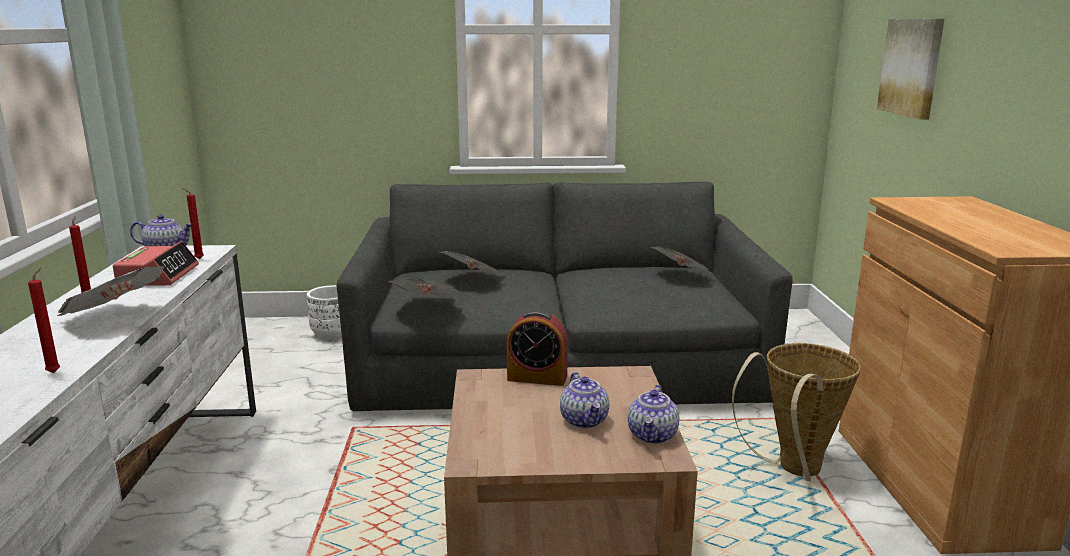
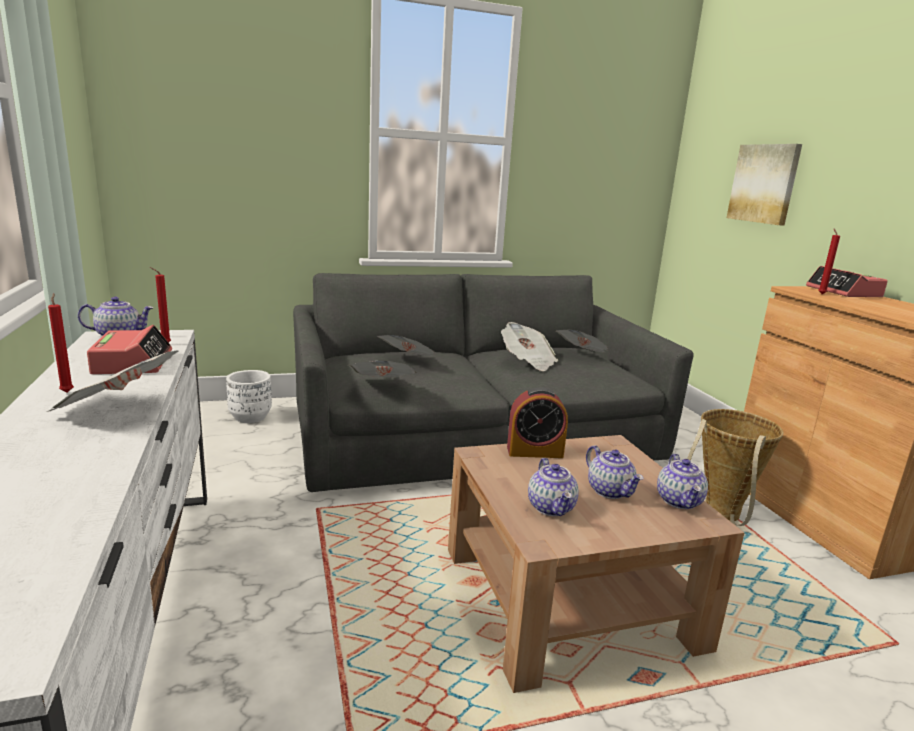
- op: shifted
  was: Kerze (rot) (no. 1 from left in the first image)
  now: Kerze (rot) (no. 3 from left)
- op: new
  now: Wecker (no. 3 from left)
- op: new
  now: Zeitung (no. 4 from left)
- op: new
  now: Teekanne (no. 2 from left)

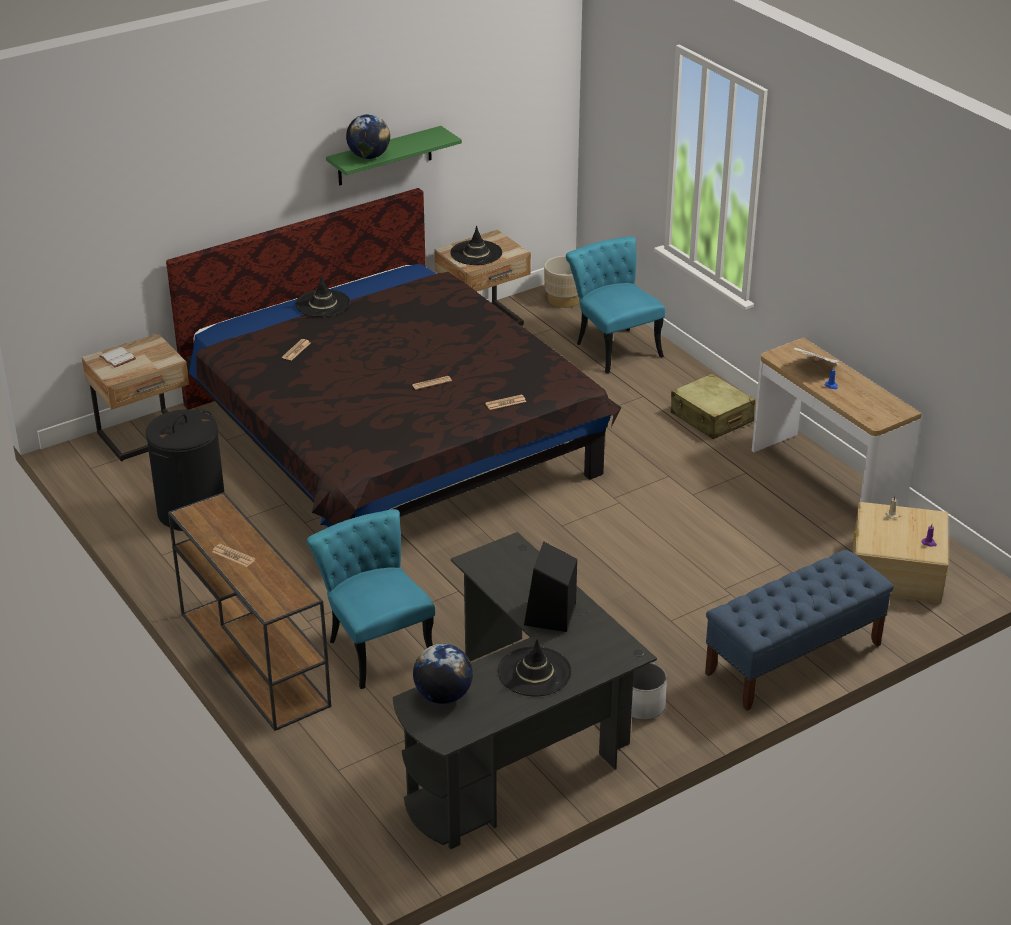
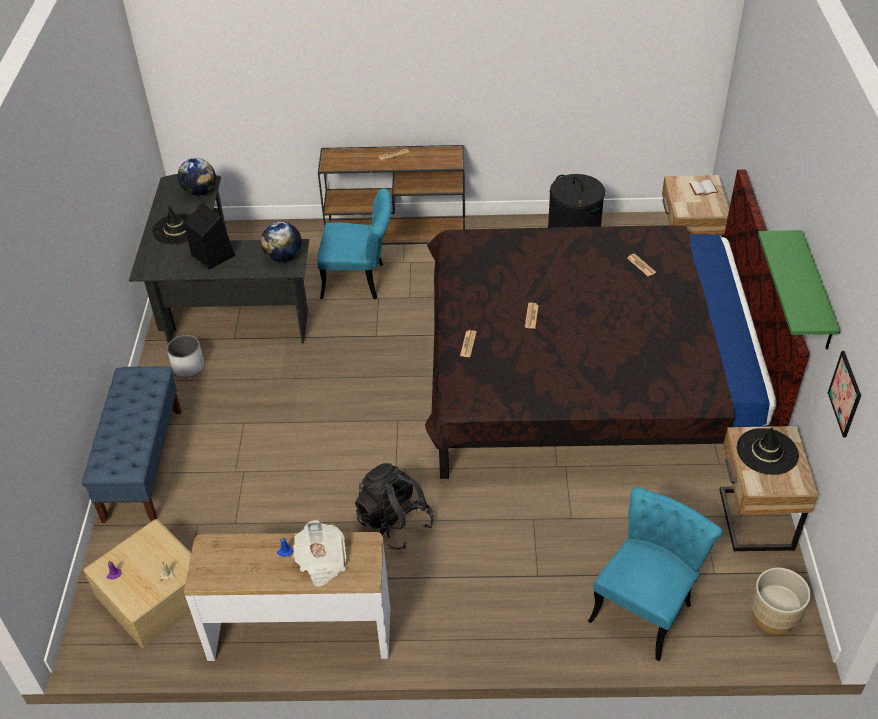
- op: shifted
  was: Globus (no. 1 from left in the first image)
  now: Globus (no. 2 from left)
- op: rotated
  was: Stuhl (türkis) (no. 2 from left)
  clockwise: -60
- op: gone
  was: Hut (schwarz) (no. 1 from left)
- op: gone
  was: Koffer (beige)
- op: new
  now: Bild
- op: new
  now: Rucksack (schwarz)

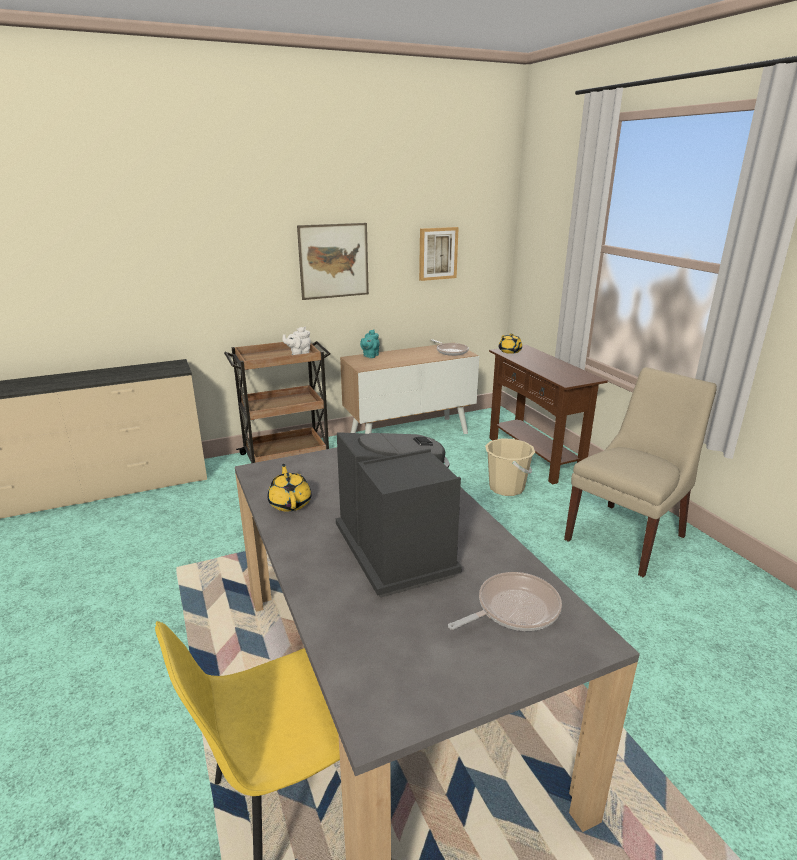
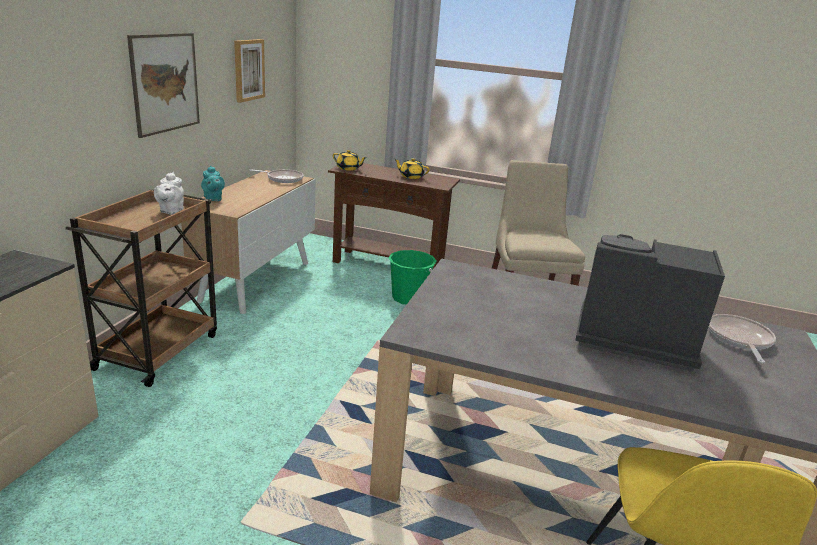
- op: repainted
  was: Eimer (beige)
  now: Eimer (grün)
- op: shifted
  was: Teekanne (gelb) (no. 1 from left in the first image)
  now: Teekanne (gelb) (no. 2 from left)

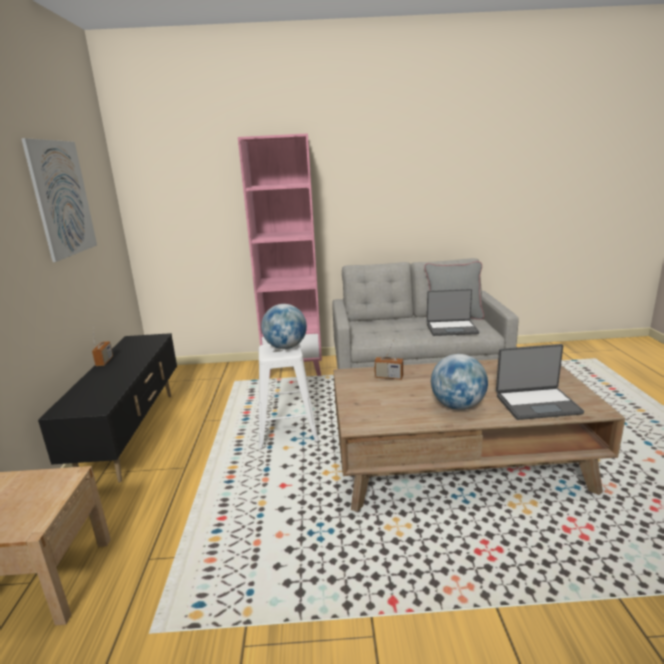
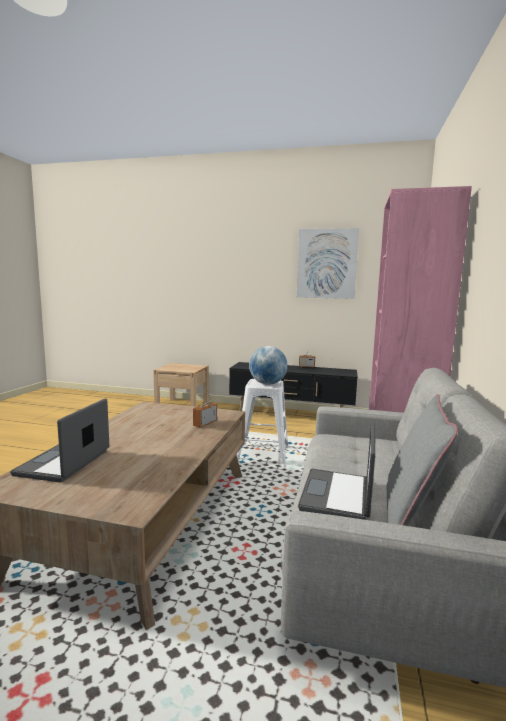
- op: gone
  was: Globus (no. 2 from left)

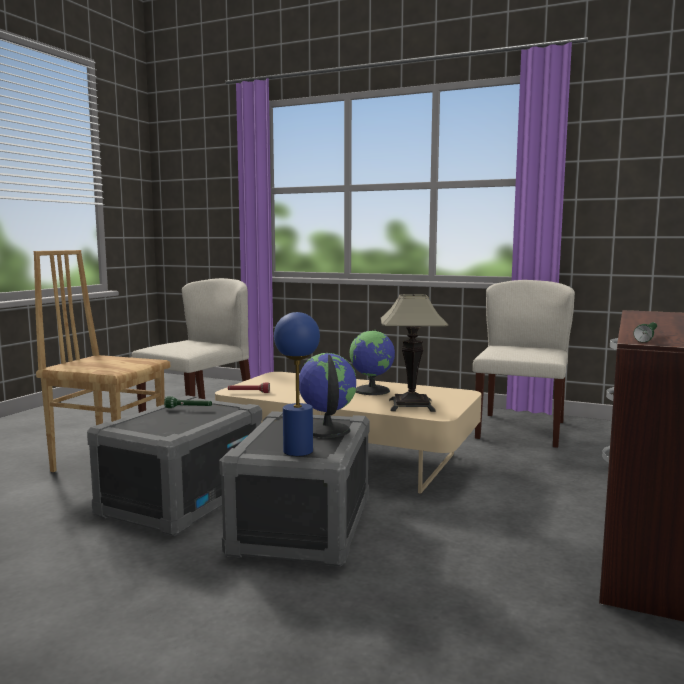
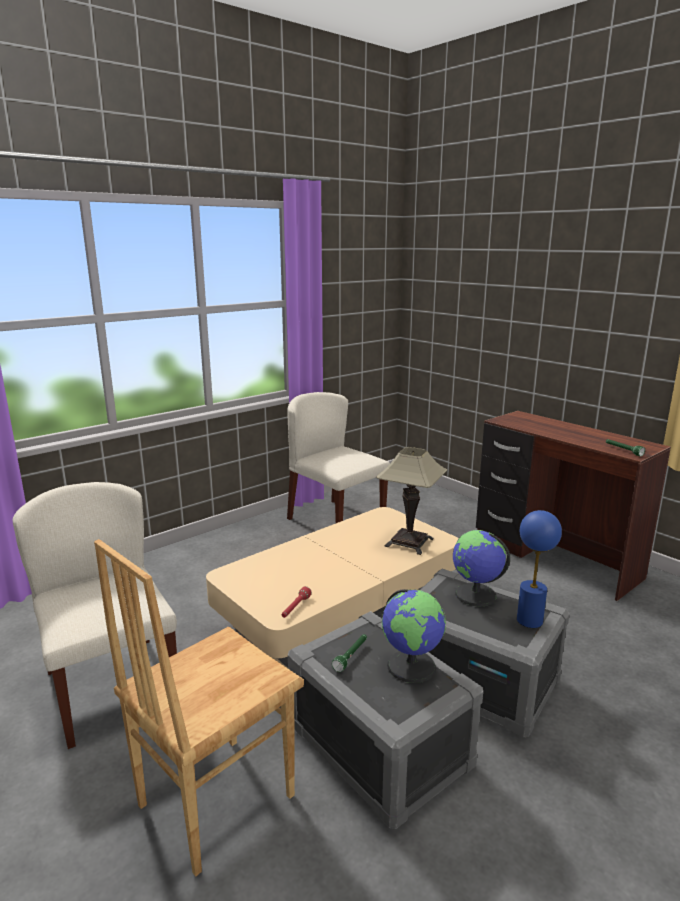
- op: shifted
  was: Globus (no. 2 from left in the first image)
  now: Globus (no. 1 from left)

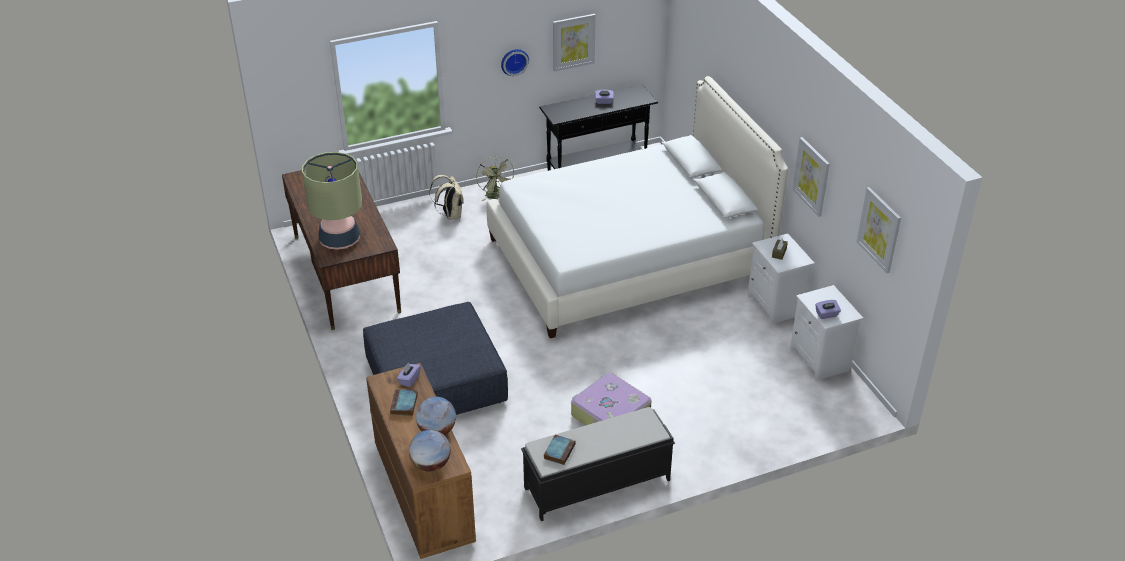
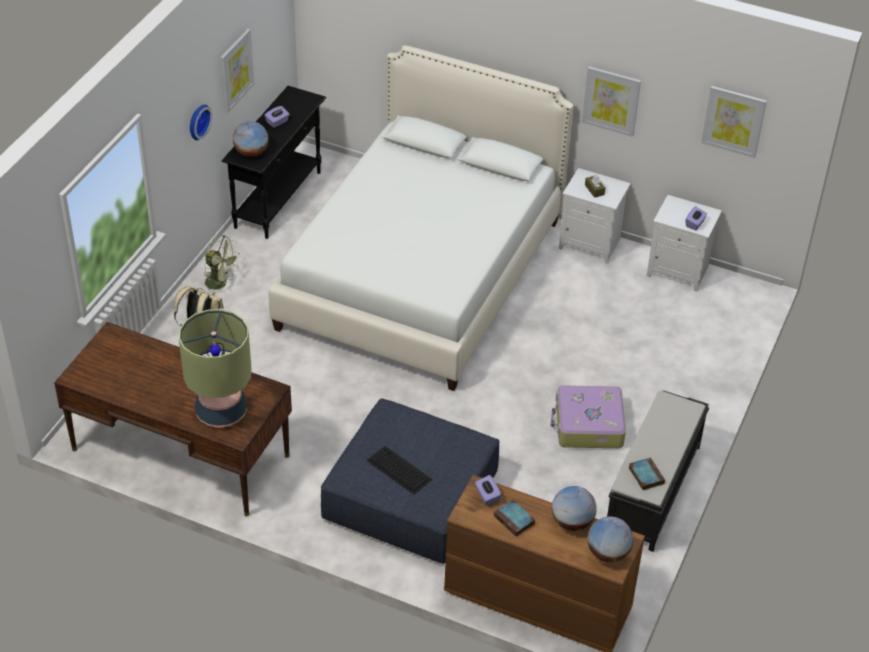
- op: new
  now: Globus (no. 1 from left)
- op: new
  now: Tastatur

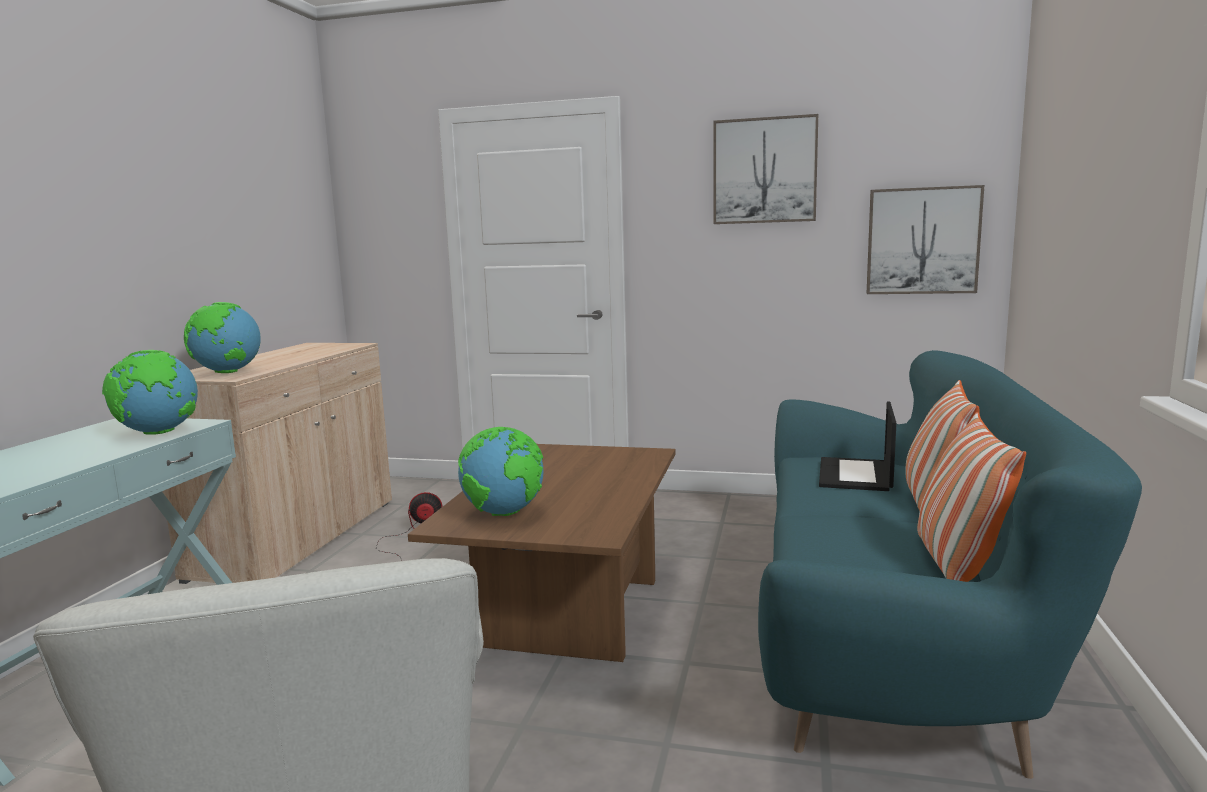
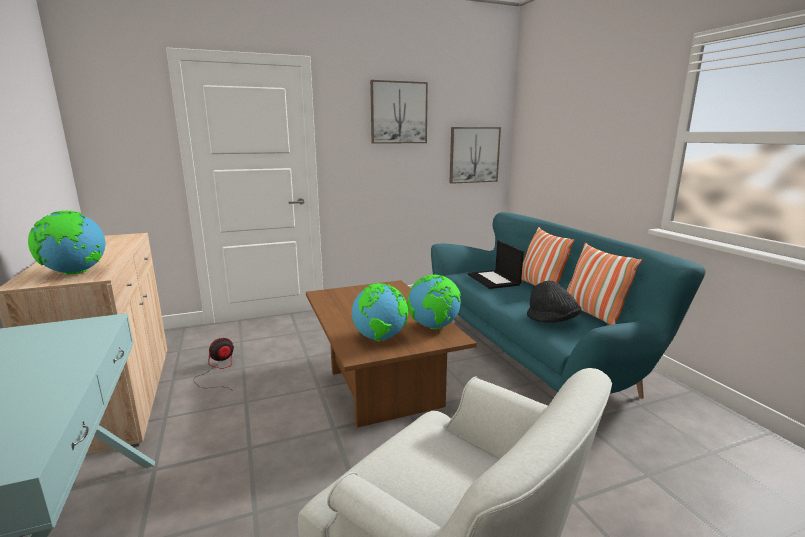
- op: shifted
  was: Globus (no. 1 from left in the first image)
  now: Globus (no. 3 from left)
- op: new
  now: Hut (schwarz)

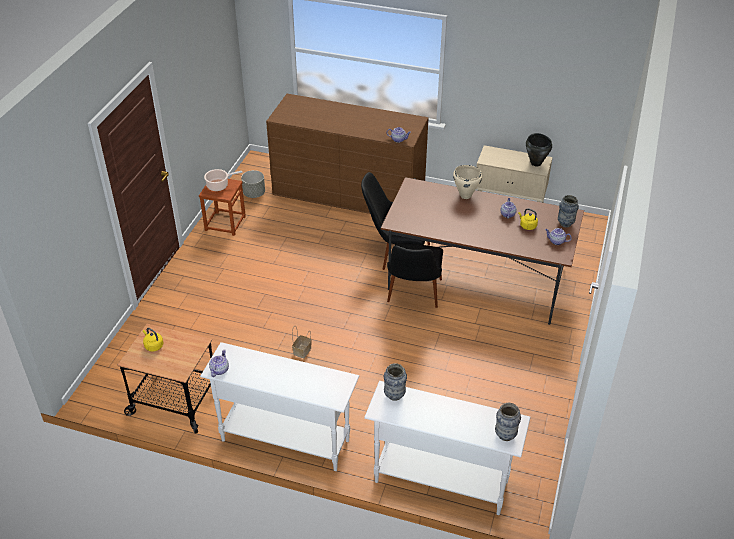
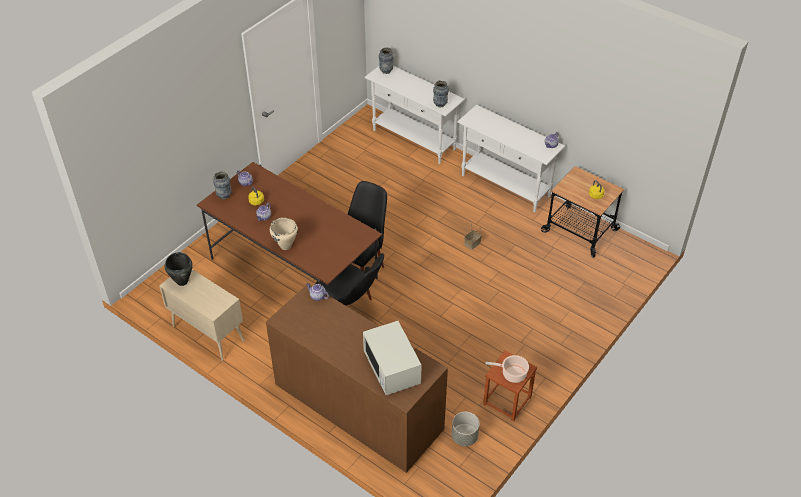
- op: new
  now: Mikrowelle (weiß)

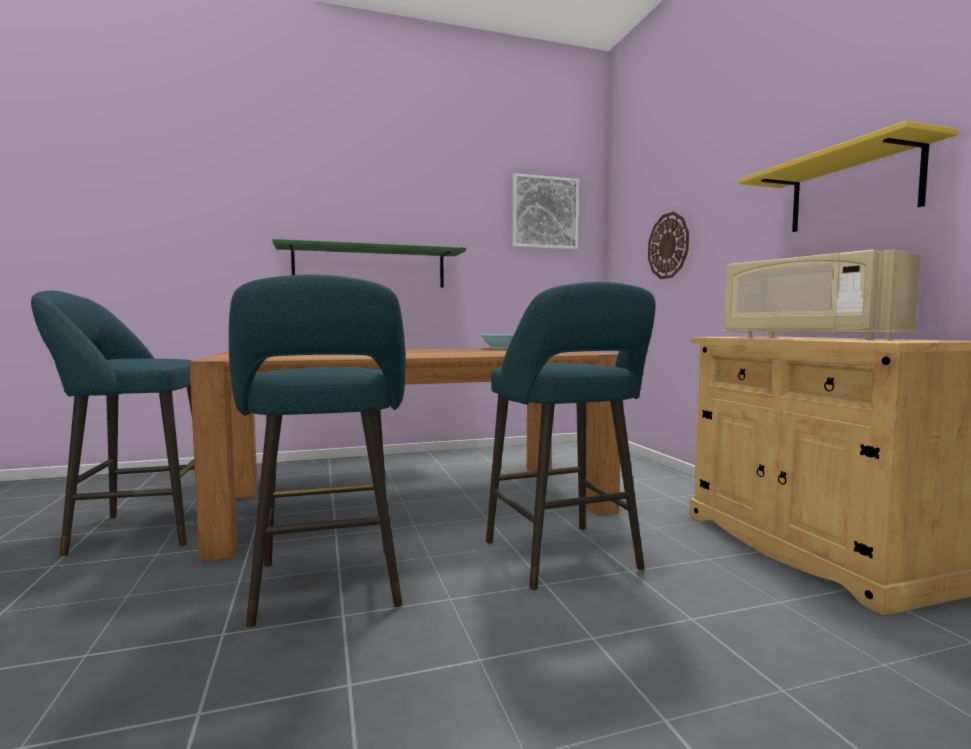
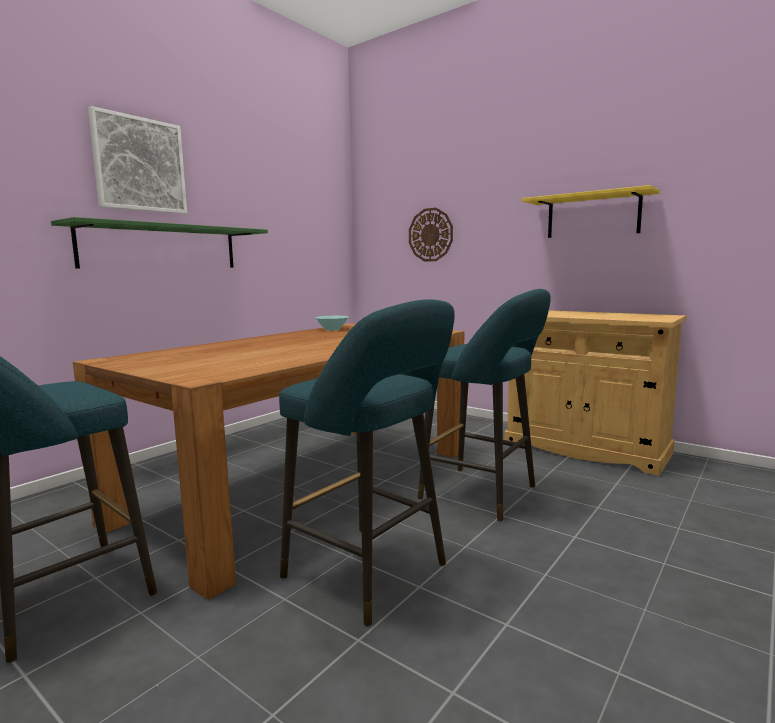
- op: shifted
  was: Bild
- op: gone
  was: Mikrowelle (beige)

